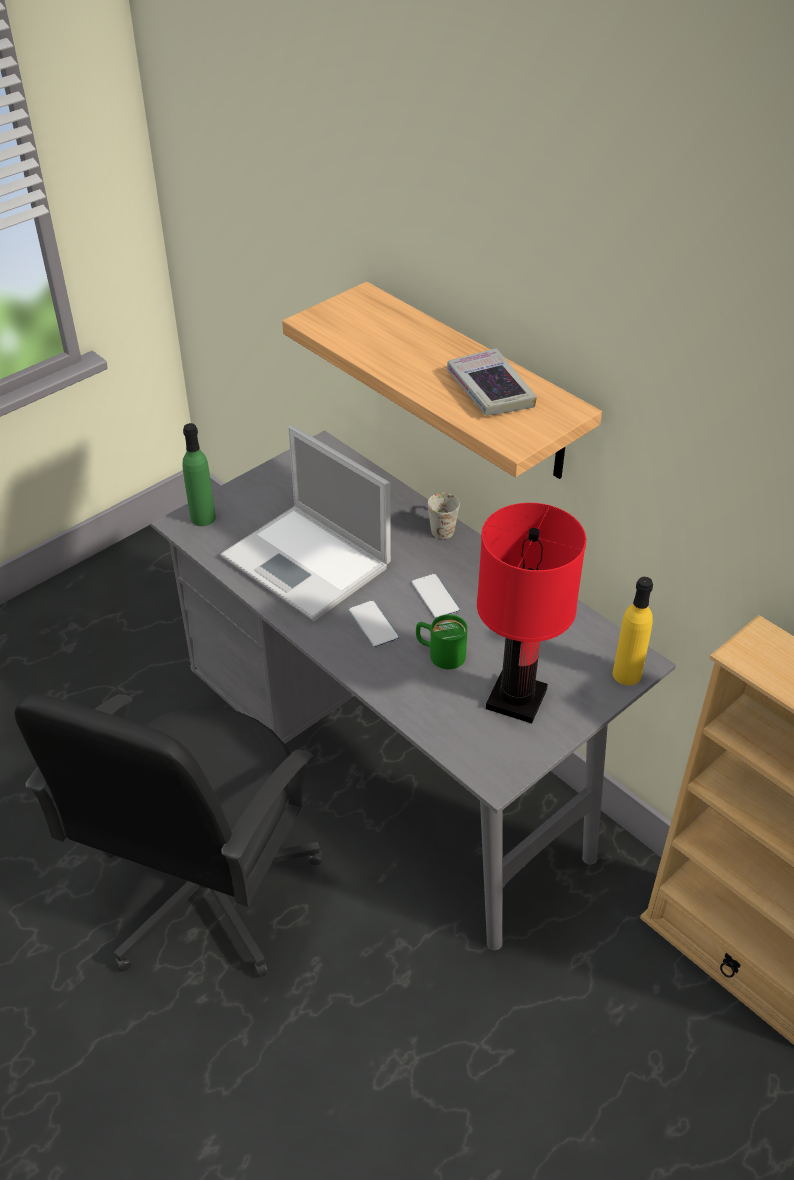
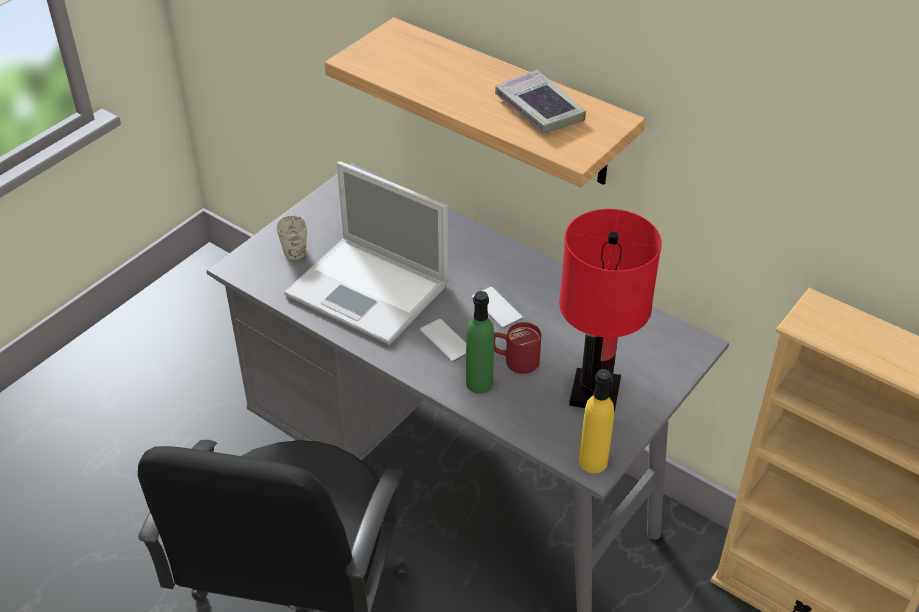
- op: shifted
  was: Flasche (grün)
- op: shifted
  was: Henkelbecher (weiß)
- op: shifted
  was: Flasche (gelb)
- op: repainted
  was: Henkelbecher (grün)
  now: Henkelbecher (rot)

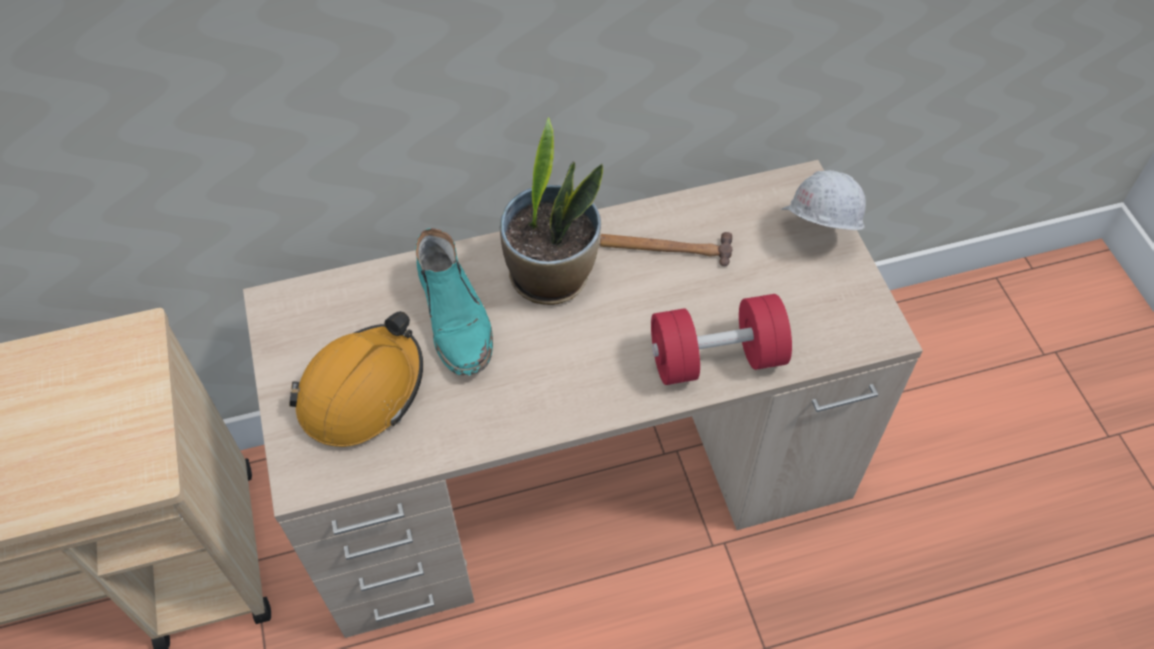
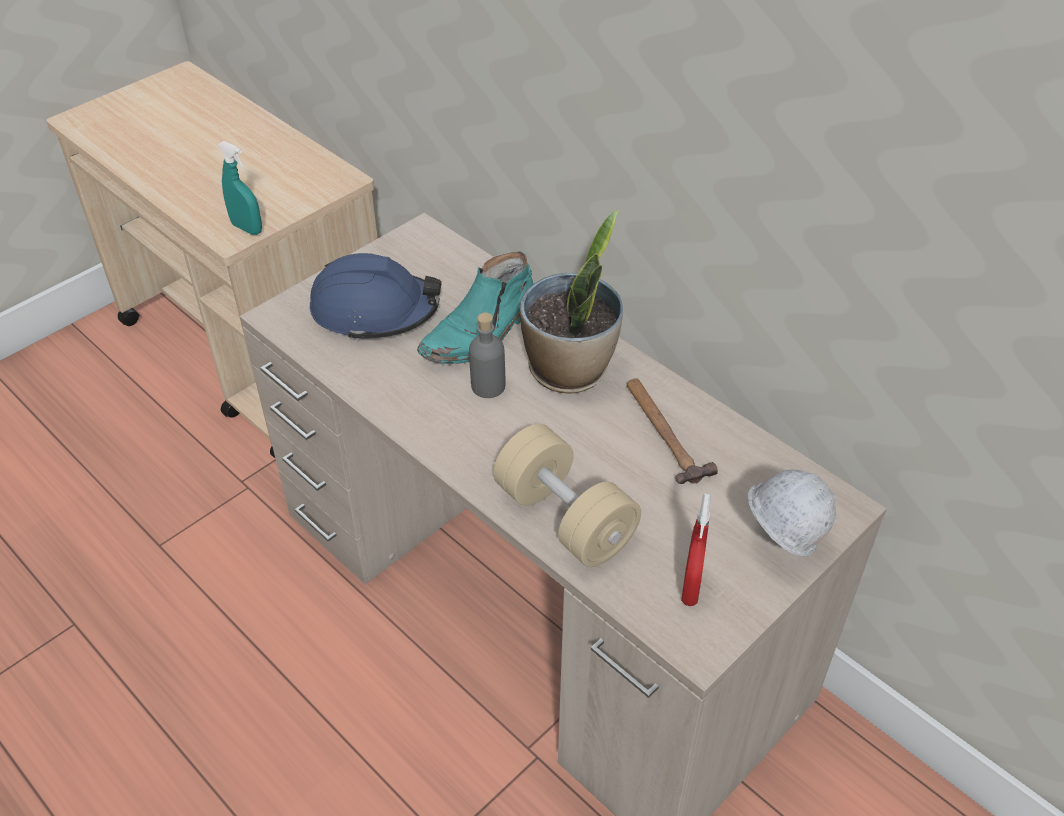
- op: repainted
  was: Hantel (rot)
  now: Hantel (beige)
- op: repainted
  was: Schutzhelm (orange)
  now: Schutzhelm (blau)
- op: new
  now: Sprühflasche (türkis)
- op: new
  now: Flasche (grau)
- op: new
  now: Sprühflasche (rot)

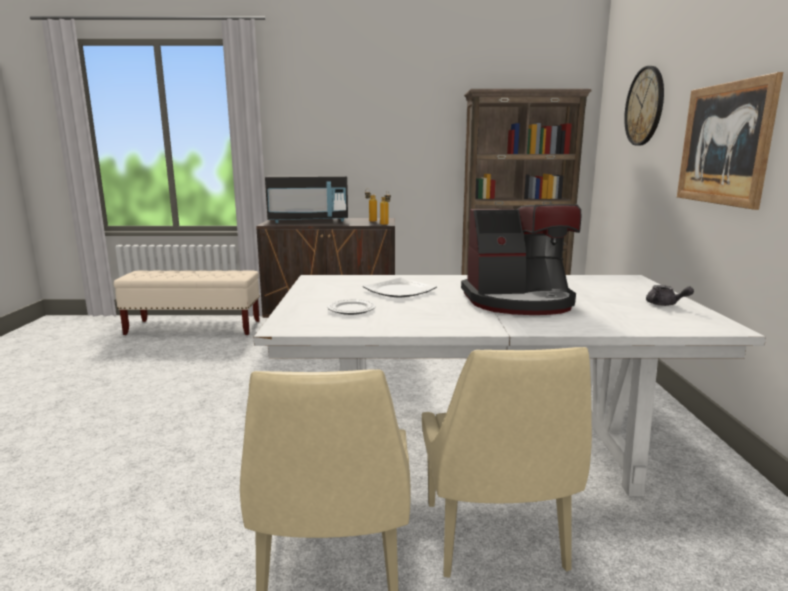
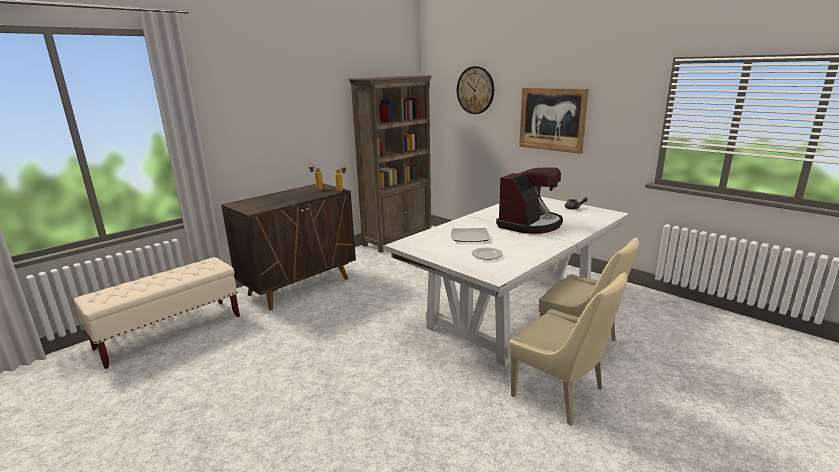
- op: gone
  was: Mikrowelle (schwarz)

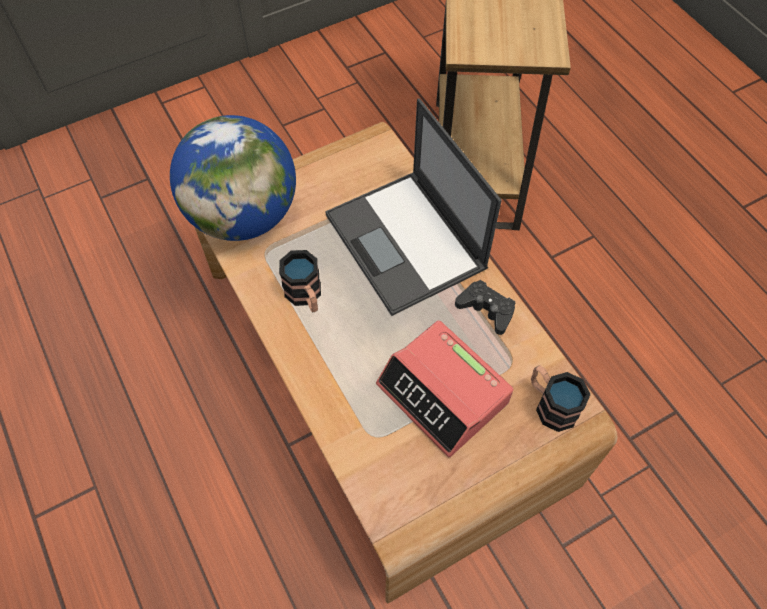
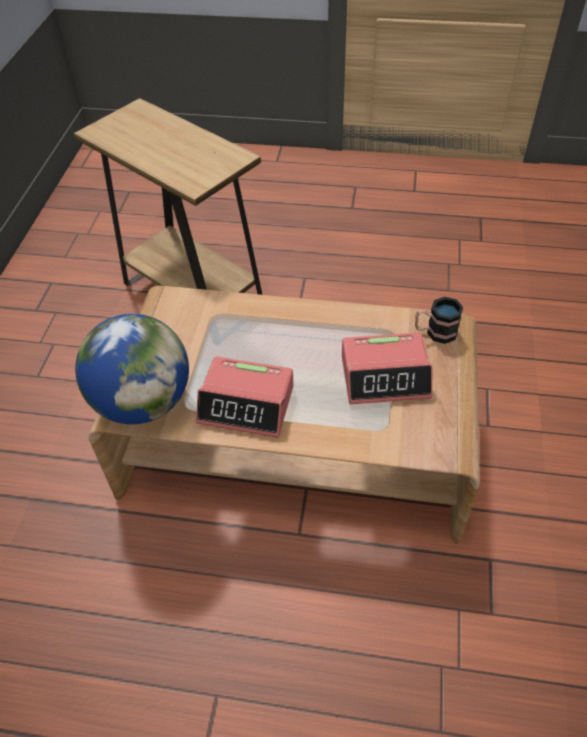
- op: gone
  was: Laptop
- op: swapped
  was: Henkelbecher (no. 1 from left)
  now: Wecker (no. 1 from left)
- op: gone
  was: Gamepad (schwarz)

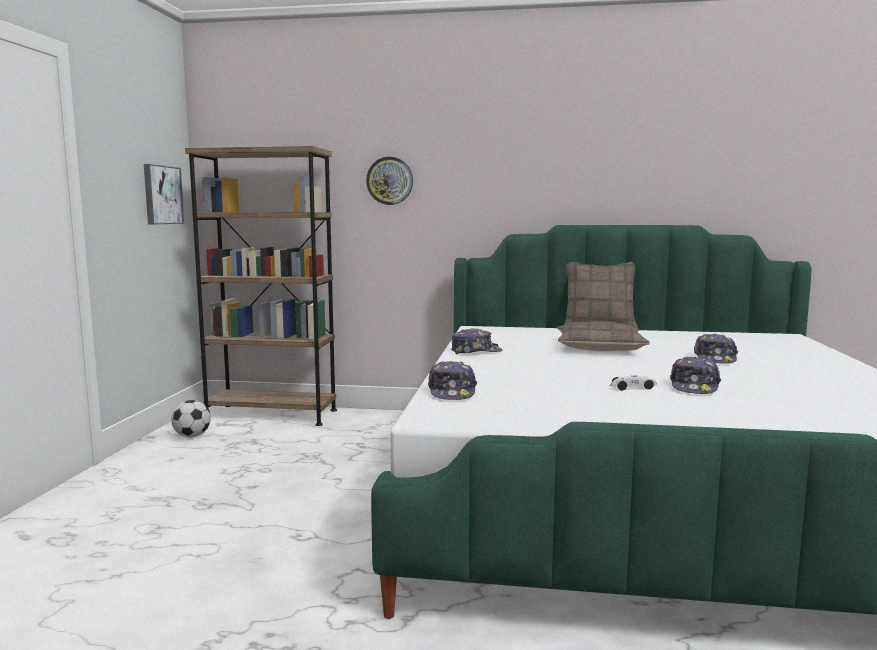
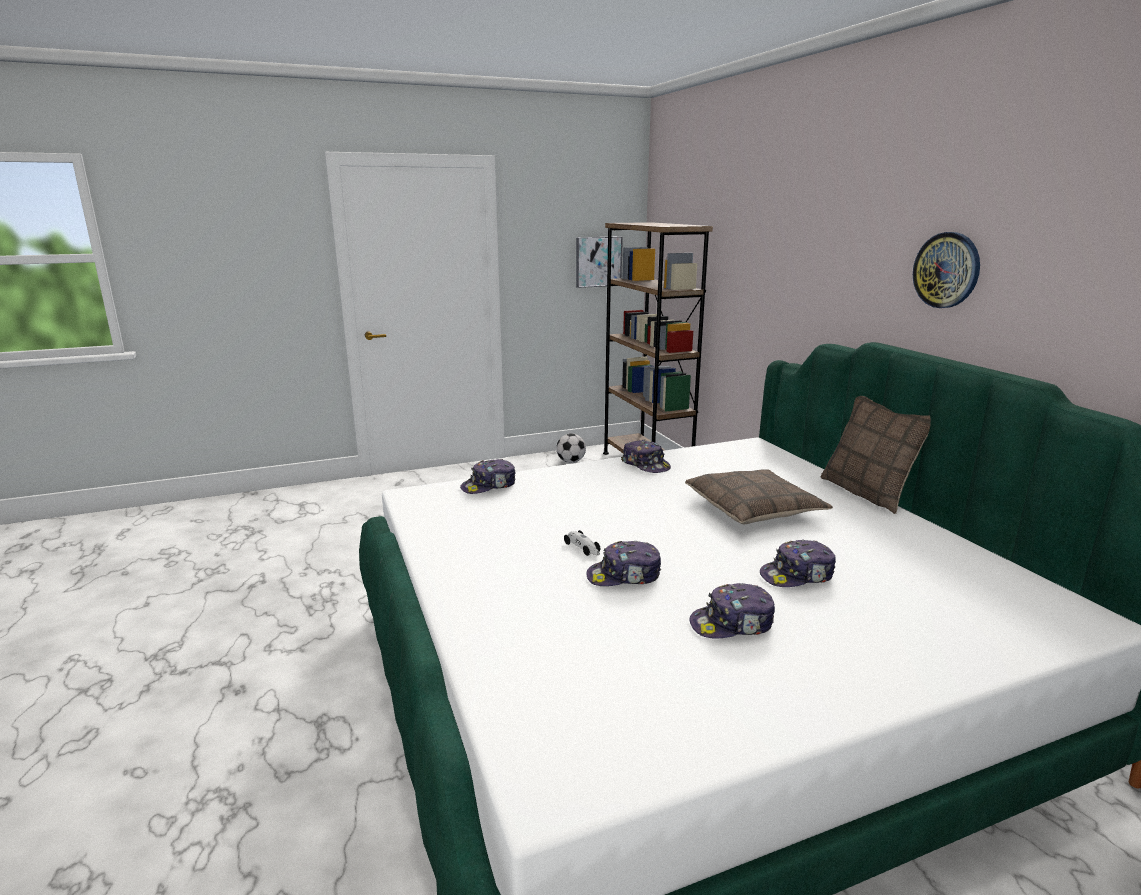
- op: shifted
  was: Wanduhr
- op: new
  now: Kappe (no. 4 from left)

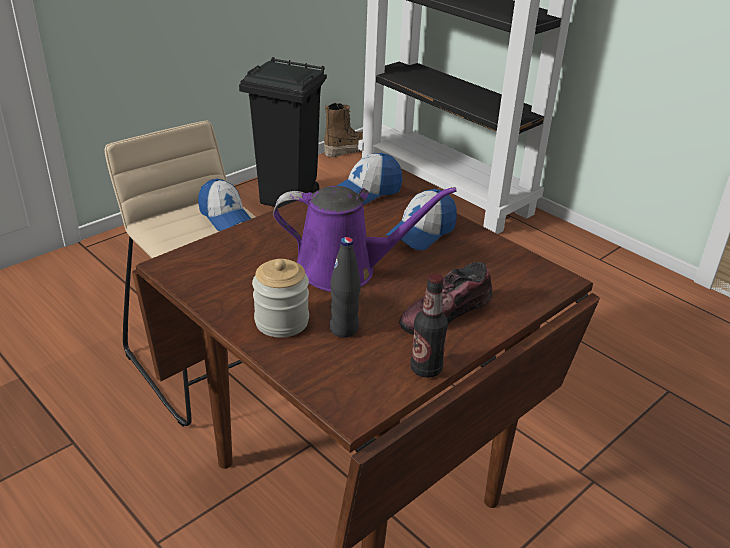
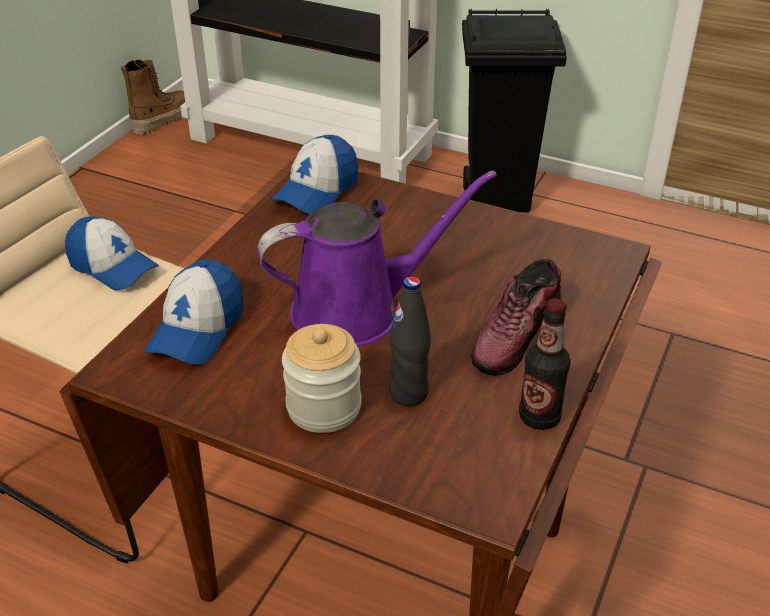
- op: shifted
  was: Mülleimer (schwarz)
- op: shifted
  was: Kappe (no. 3 from left in the first image)
  now: Kappe (no. 2 from left)

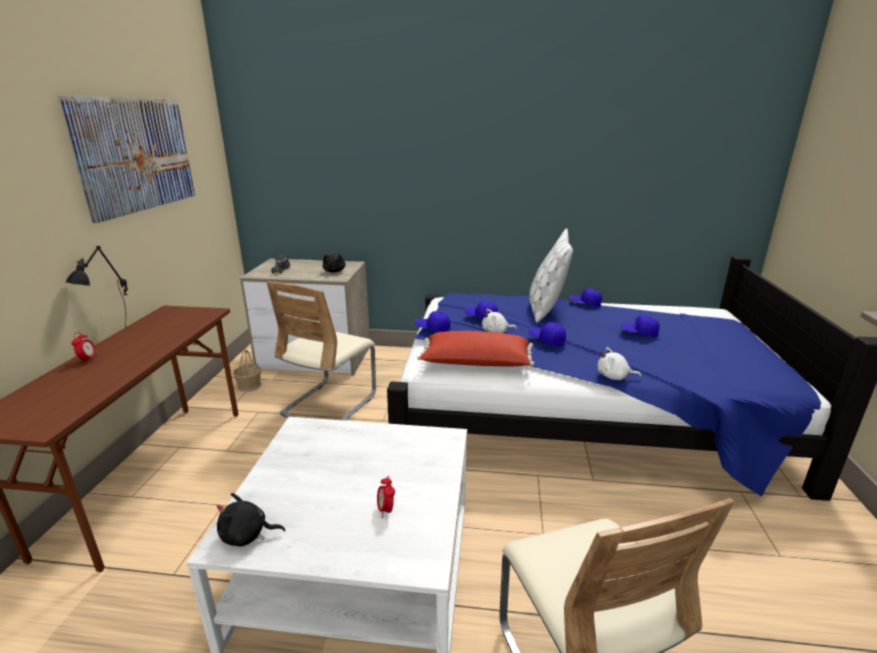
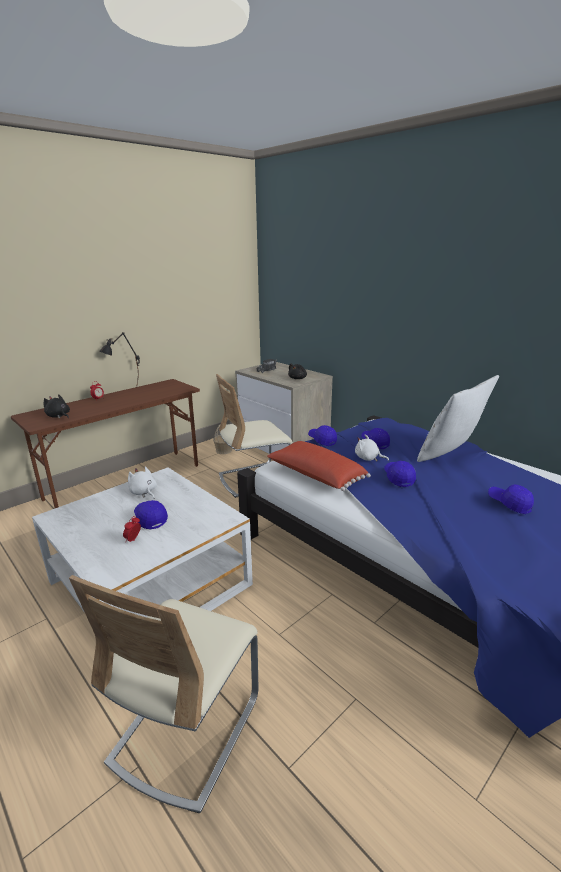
- op: gone
  was: Bild
- op: shifted
  was: Kappe (blau) (no. 4 from left in the first image)
  now: Kappe (blau) (no. 1 from left)
- op: shifted
  was: Plüschtier (weiß) (no. 2 from left in the first image)
  now: Plüschtier (weiß) (no. 1 from left)
- op: shifted
  was: Plüschtier (schwarz) (no. 1 from left)

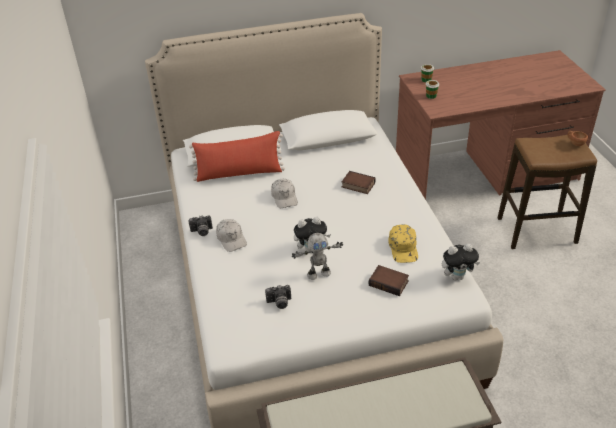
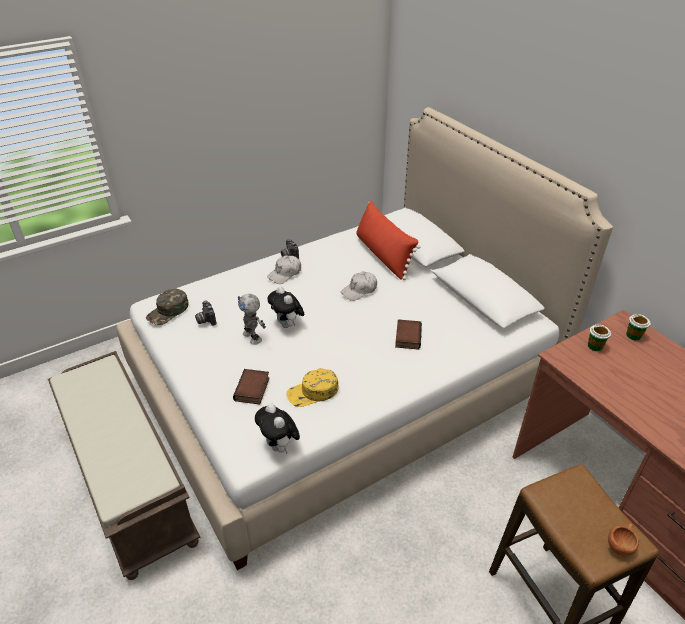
- op: new
  now: Kappe (grün)

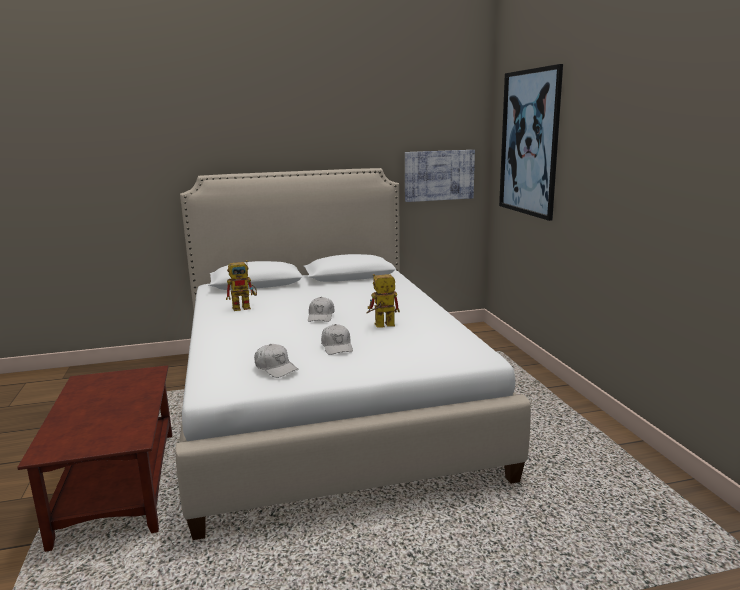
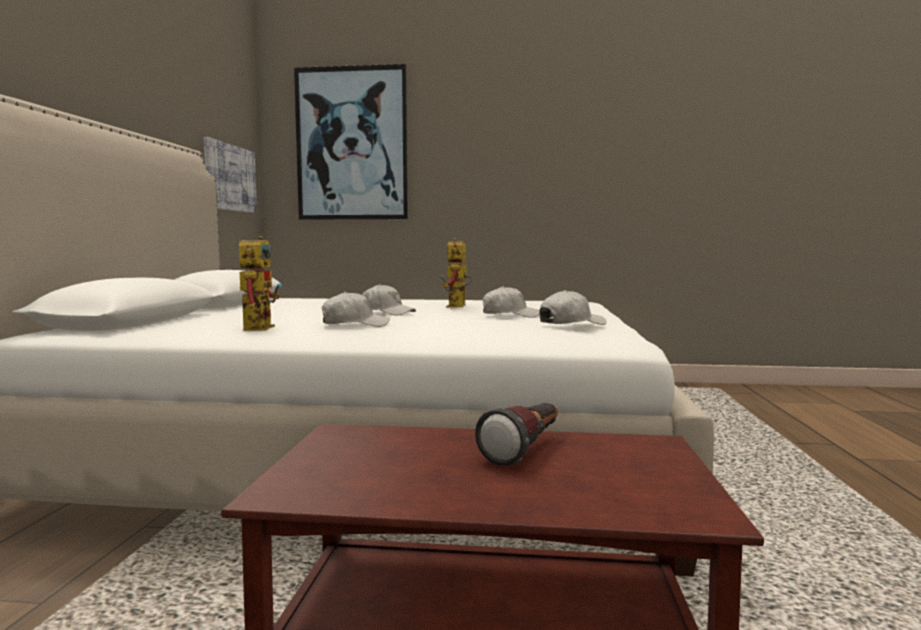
- op: new
  now: Kappe (weiß) (no. 1 from left)
- op: new
  now: Taschenlampe

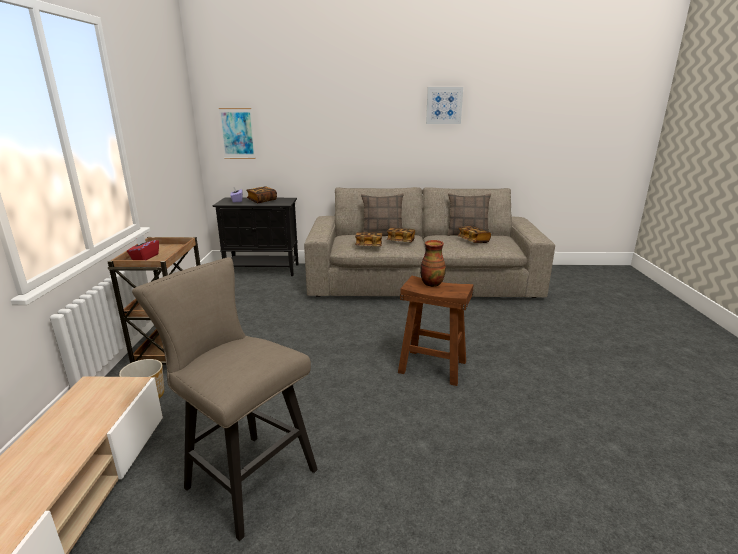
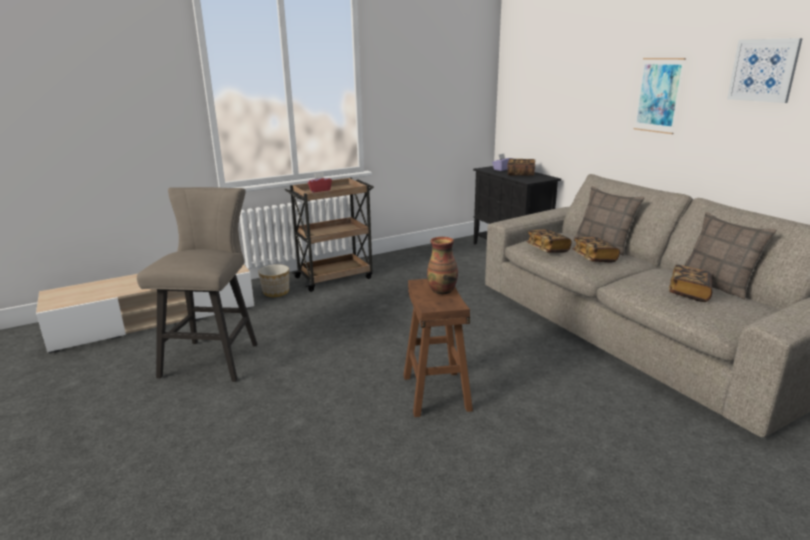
- op: shifted
  was: Bild (no. 1 from left)

